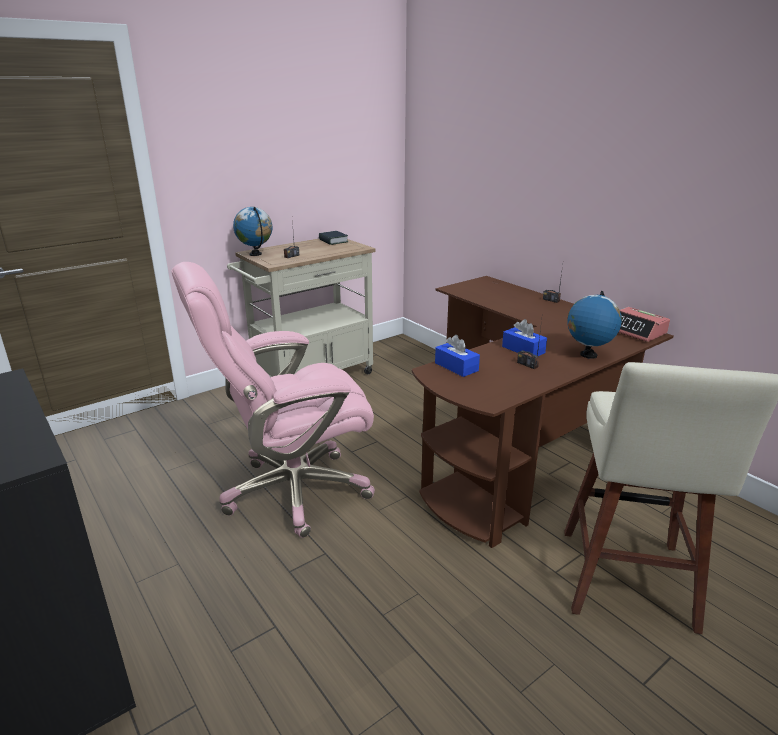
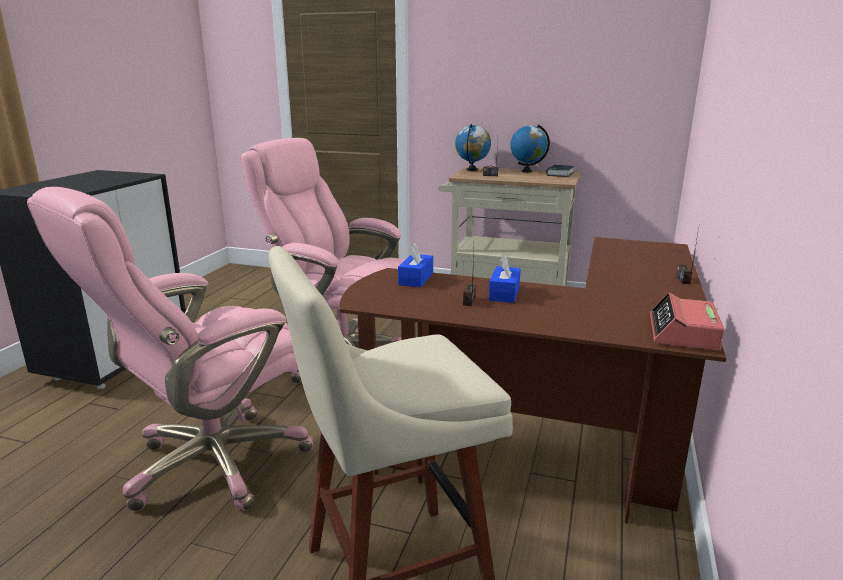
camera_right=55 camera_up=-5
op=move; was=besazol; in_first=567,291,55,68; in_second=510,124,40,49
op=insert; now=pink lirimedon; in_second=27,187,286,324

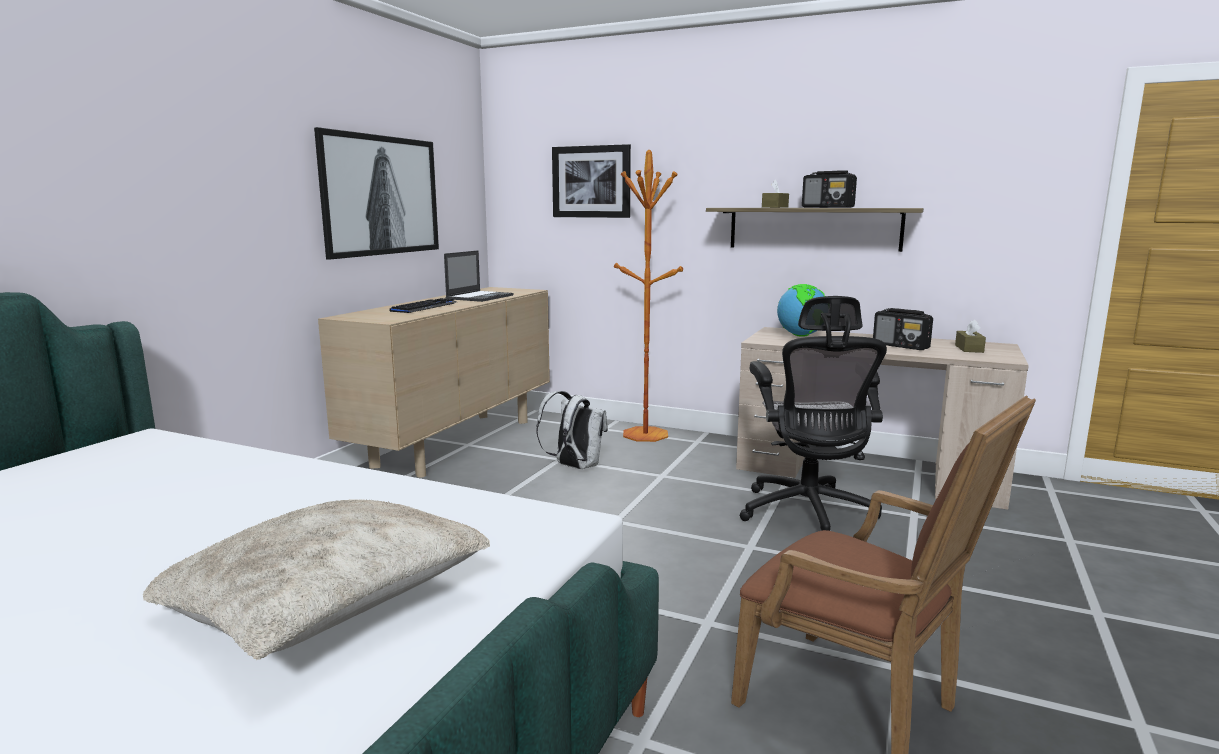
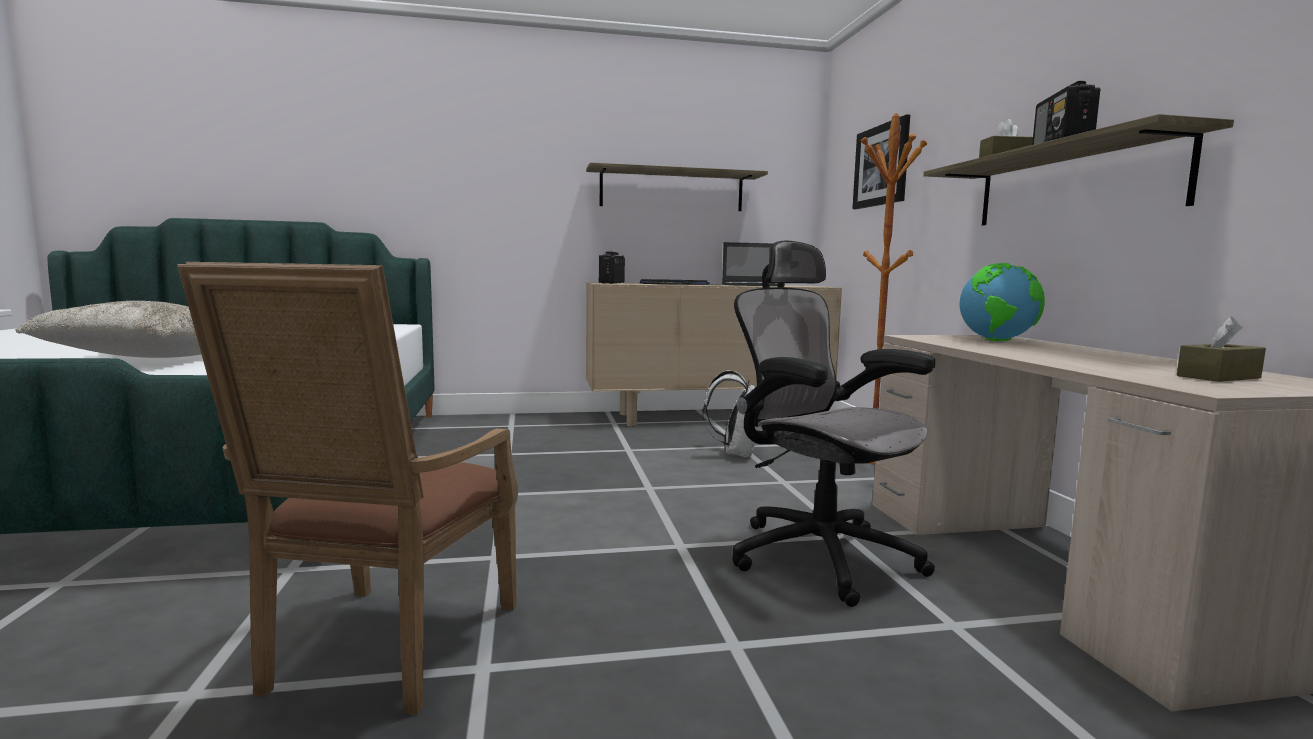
camera_right=55 camera_up=-5
op=replace; was=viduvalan; now=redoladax; in_first=314,127,125,133; in_second=586,162,182,49
op=rotate; was=lirimedon; in_first=740,296,147,235; in_second=733,241,202,366; clockwise=90
op=move; was=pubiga; in_first=873,308,60,42; in_second=598,251,27,33

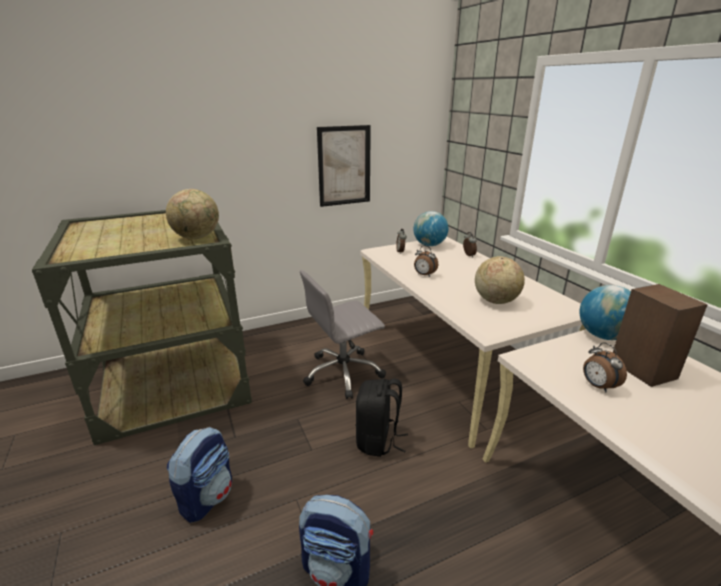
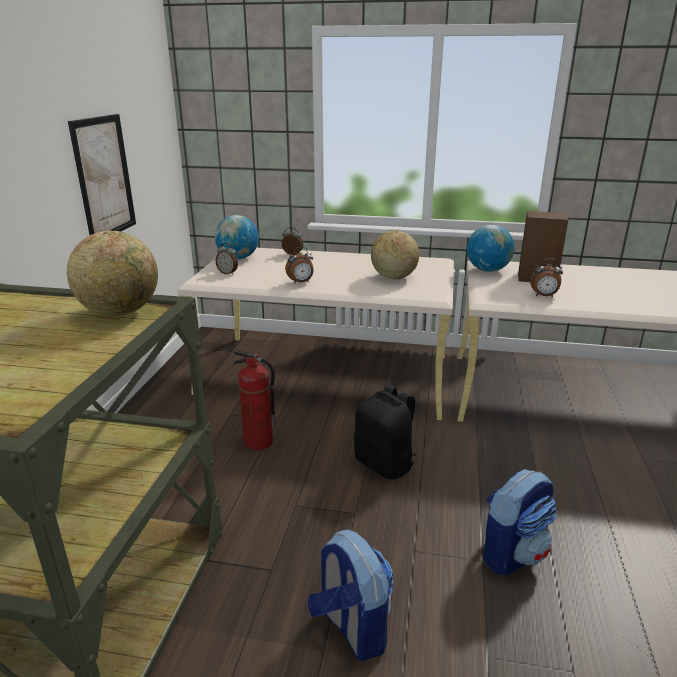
camera_right=-55 camera_up=0
op=replace; was=grey lirimedon; now=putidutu; in_first=300,270,86,129; in_second=233,349,43,102

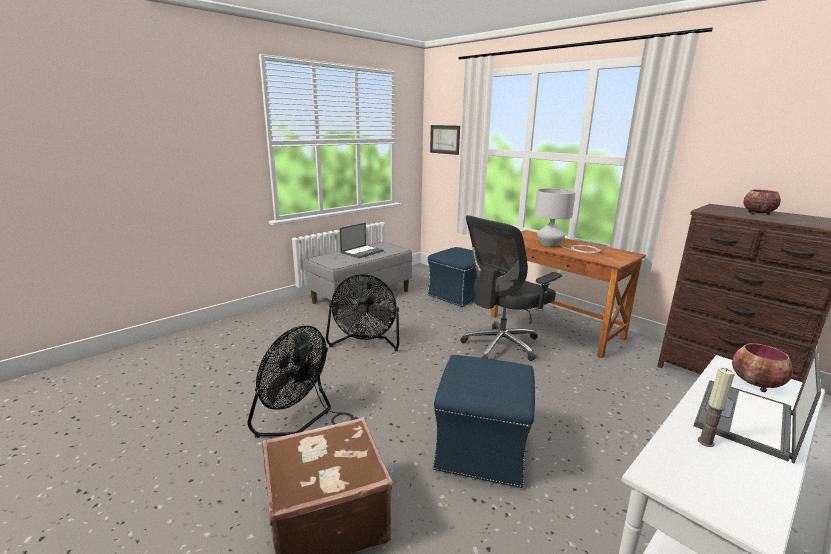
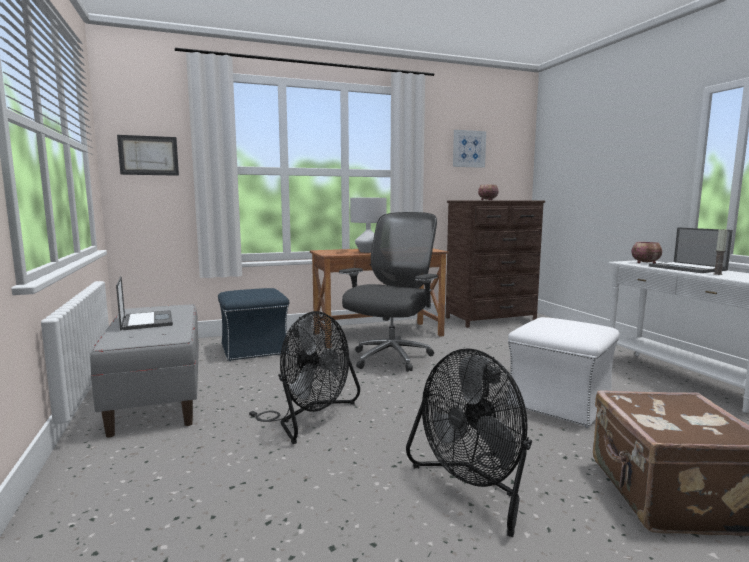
camera_right=-65 camera_up=-10
op=recolor; was=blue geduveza; now=white geduveza; in_first=433,355,102,133; in_second=506,317,114,110
op=rotate; was=lirimedon; in_first=461,215,101,146; in_second=339,212,99,160; clockwise=-135
op=insert; now=viduvalan; in_second=453,130,33,38

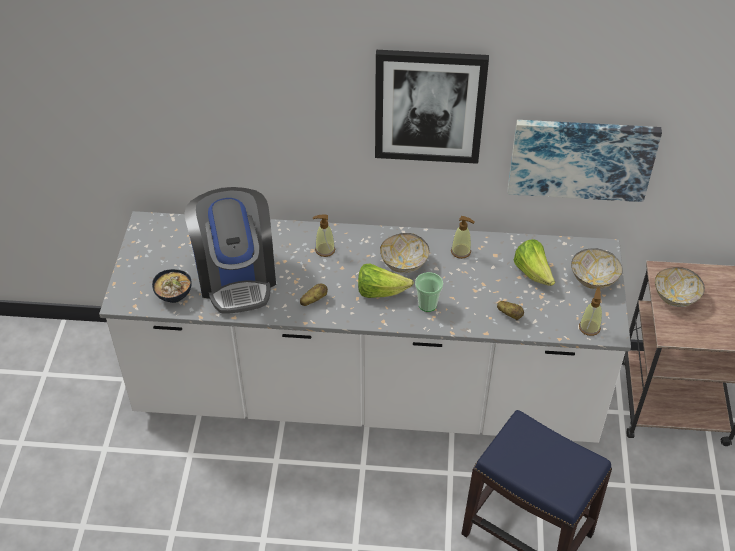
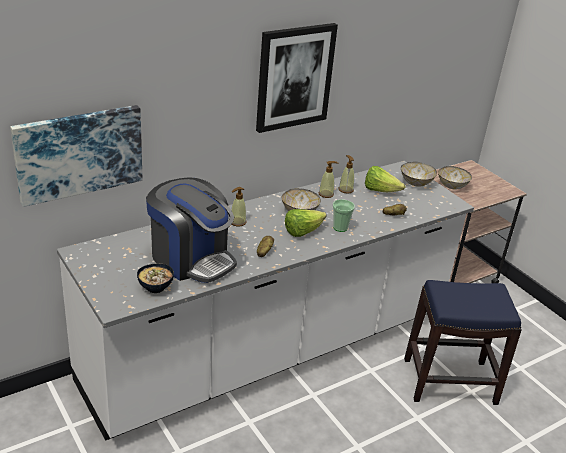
camera_right=-40 camera_up=-15
op=move; was=viduvalan; in_first=508,120,154,82; in_second=10,105,132,102
op=move; was=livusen; in_first=579,287,23,49; in_second=338,155,16,38

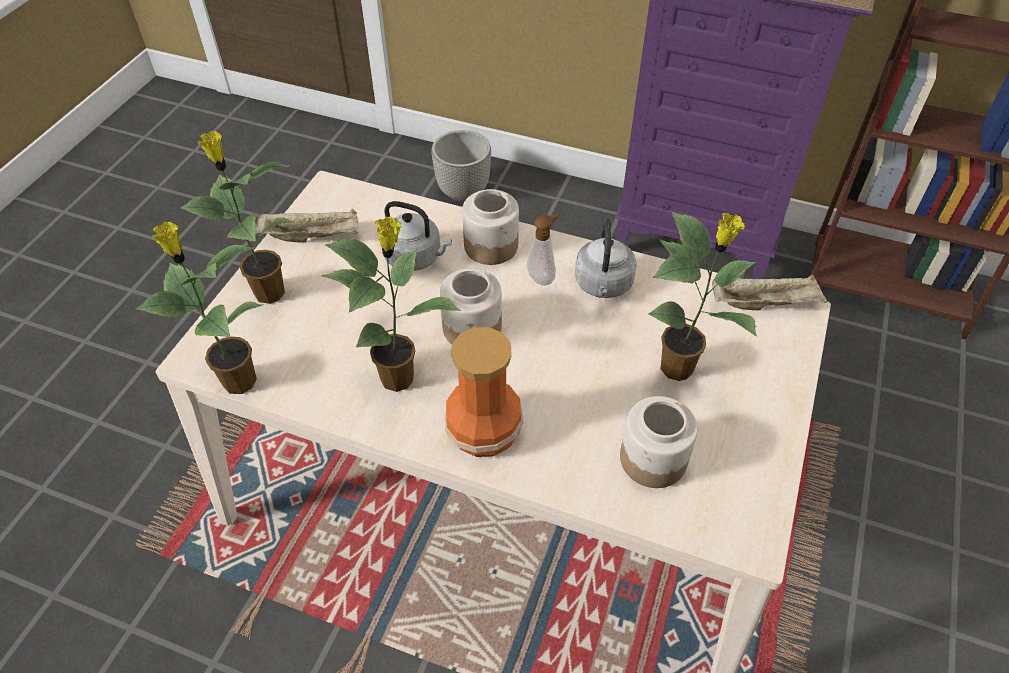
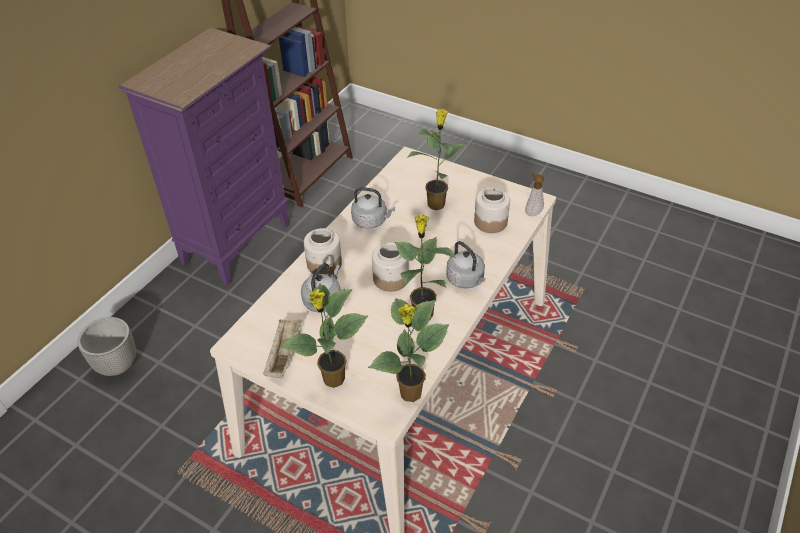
camera_right=-80 camera_up=-5
op=replace; was=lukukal; now=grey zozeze; in_first=444,327,80,130; in_second=446,241,40,48
op=move; was=livusen; in_first=527,213,32,73; in_second=525,172,19,44
op=delete; was=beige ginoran; in_first=712,275,115,35

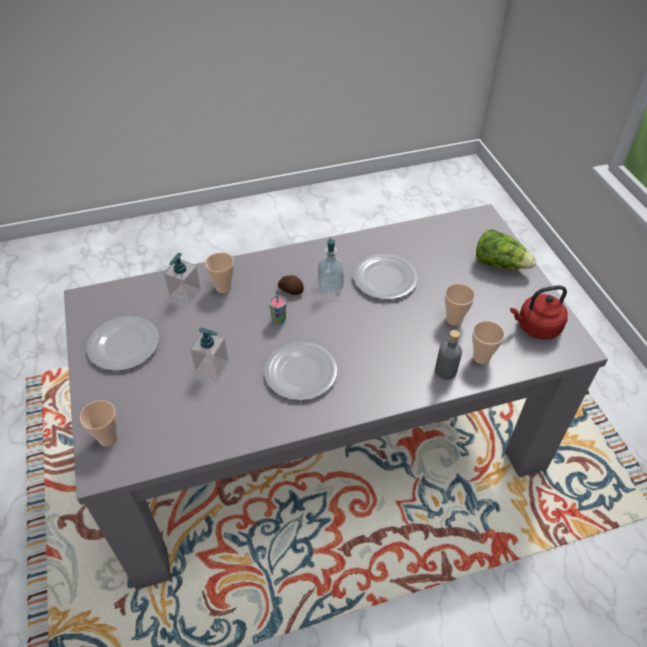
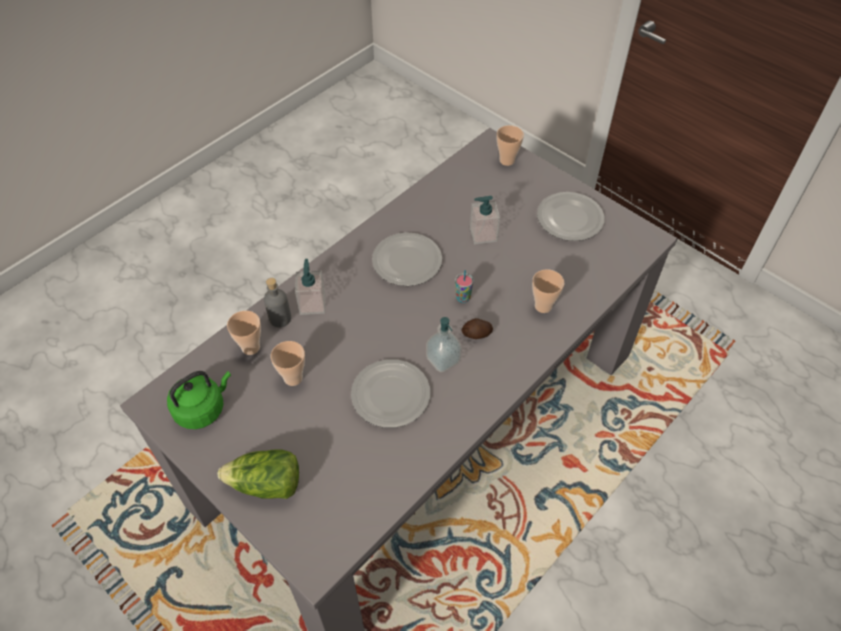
camera_right=150 camera_up=5
op=move; was=livusen; in_first=164,253,37,51; in_second=295,259,30,56
op=recolor; was=red zozeze; now=green zozeze; in_first=510,285,58,54; in_second=167,371,64,58

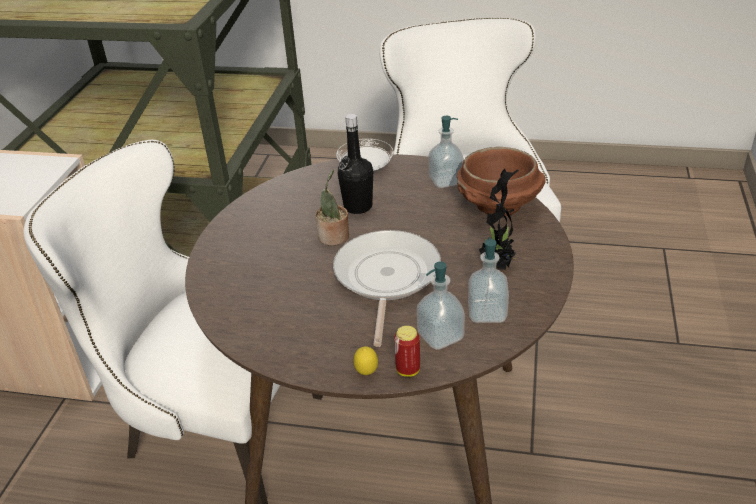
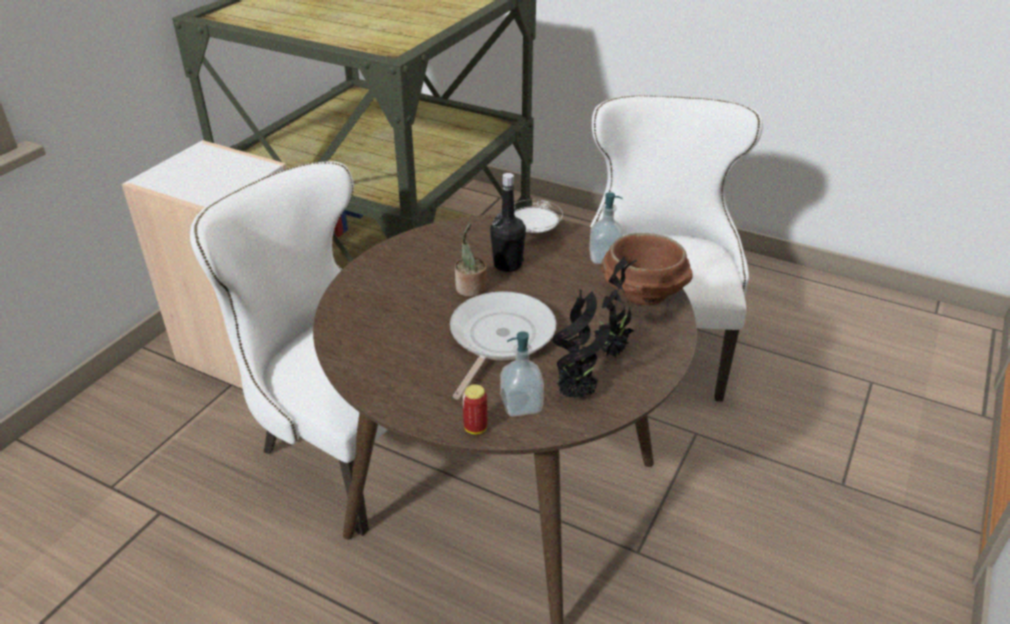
camera_right=15 camera_up=0
op=delete; was=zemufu; in_first=354,346,24,29
op=replace; was=livusen; now=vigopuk; in_first=468,237,41,86; in_second=552,290,59,109

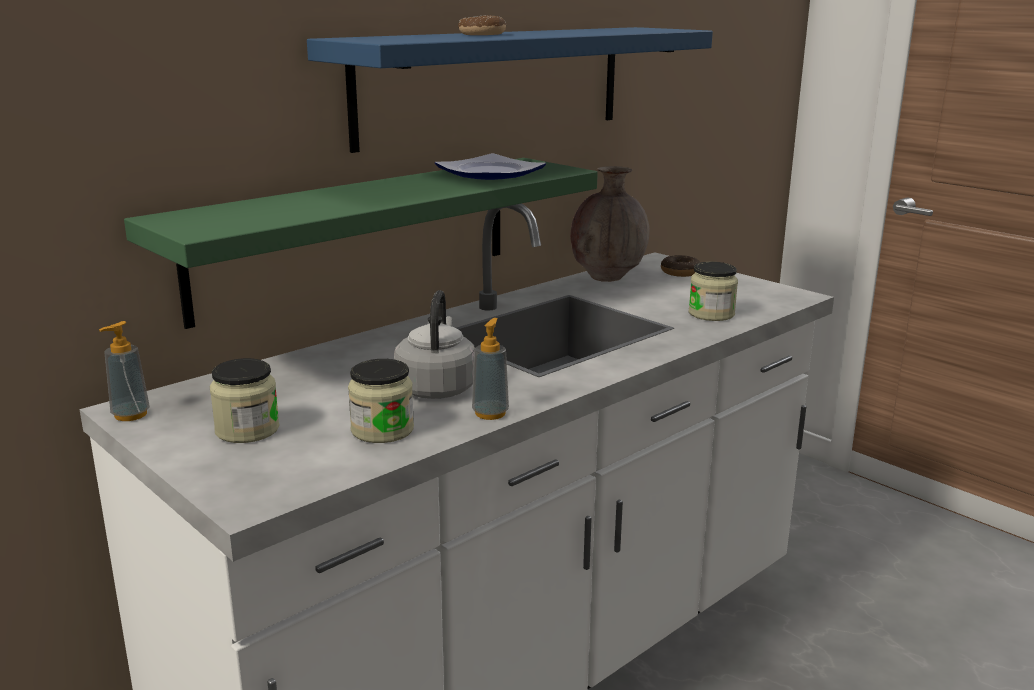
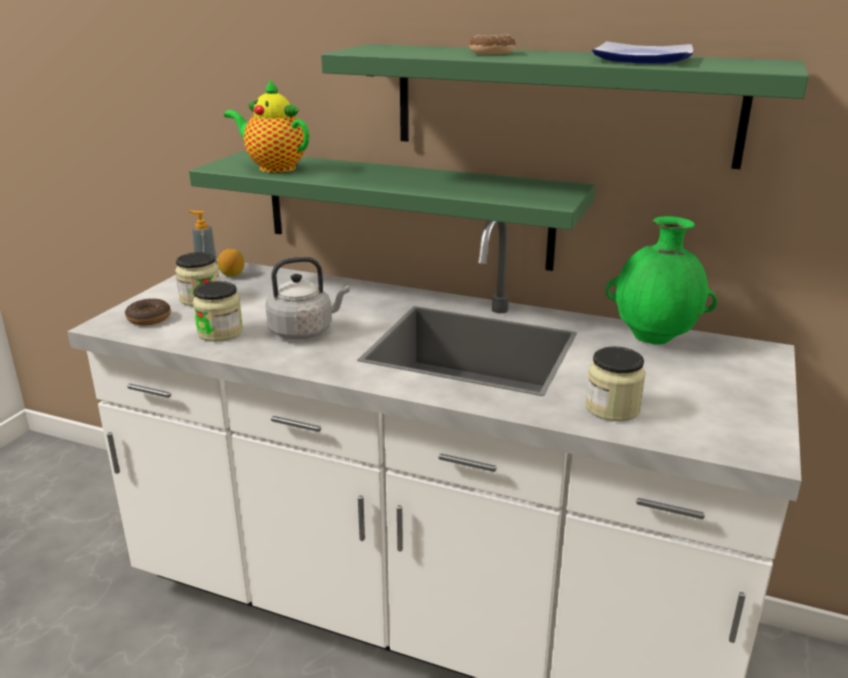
camera_right=65 camera_up=5
op=recolor; was=blue redoladax; now=green redoladax; in_first=307,27,406,126; in_second=321,44,488,125
op=move; was=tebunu; in_first=435,153,111,27; in_second=592,42,101,22
op=delete; was=livusen; in_first=472,318,37,102
op=recolor; was=brown lukukal; now=green lukukal; in_first=570,166,80,116; in_second=606,216,111,129
op=move; was=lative; in_first=661,255,39,22; in_second=125,299,46,26
op=insert; now=zemufu; in_second=218,249,26,28
op=insert; now=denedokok; in_second=224,79,85,94

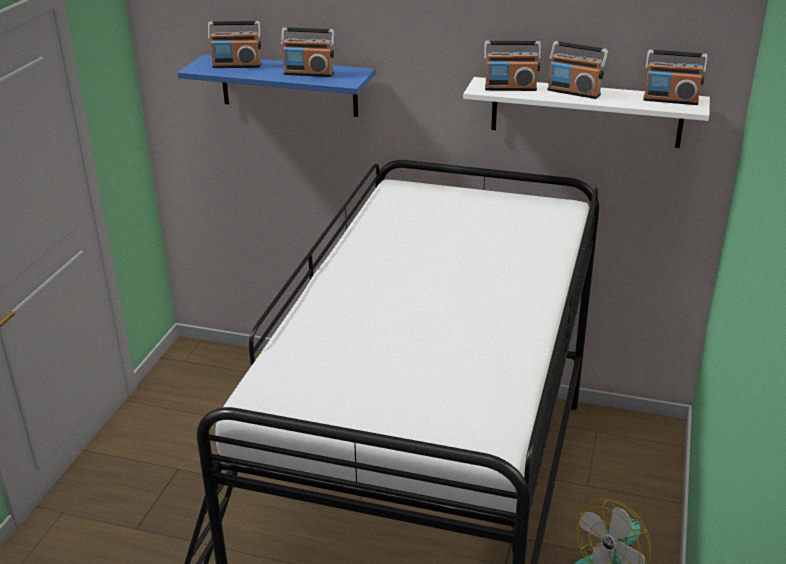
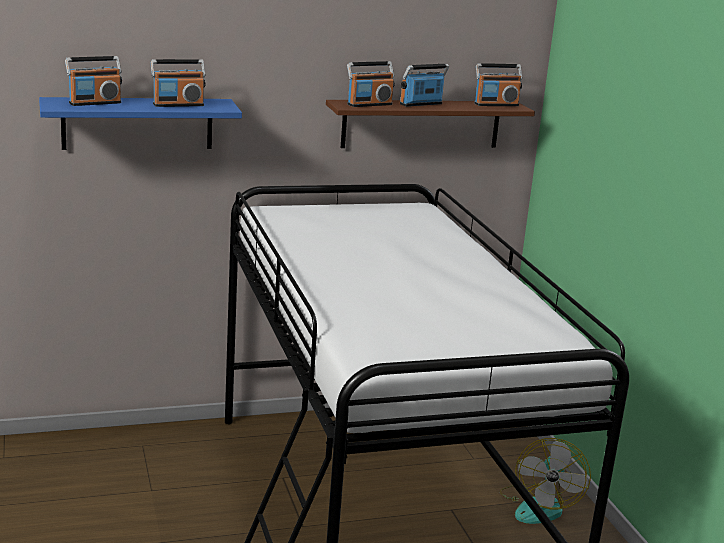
camera_right=-35 camera_up=-10
op=recolor; was=white redoladax; now=brown redoladax; in_first=463,77,247,71; in_second=326,100,209,48
op=rotate; was=pubiga; in_first=548,41,60,58; in_second=400,64,49,43; clockwise=150

